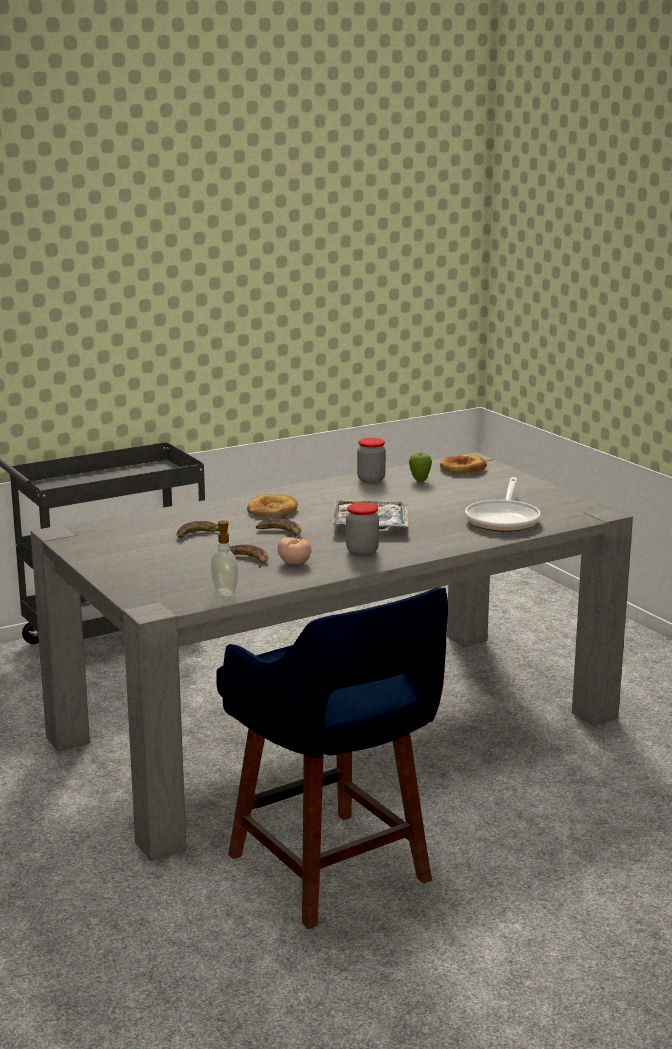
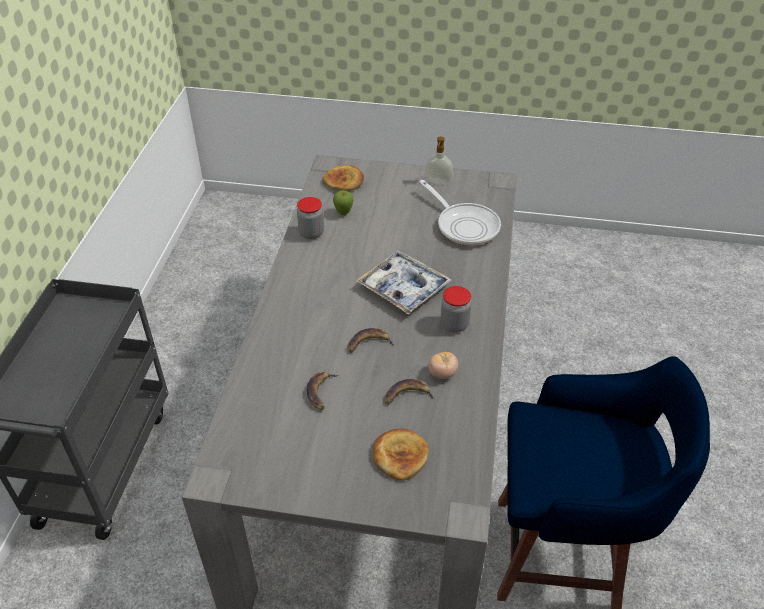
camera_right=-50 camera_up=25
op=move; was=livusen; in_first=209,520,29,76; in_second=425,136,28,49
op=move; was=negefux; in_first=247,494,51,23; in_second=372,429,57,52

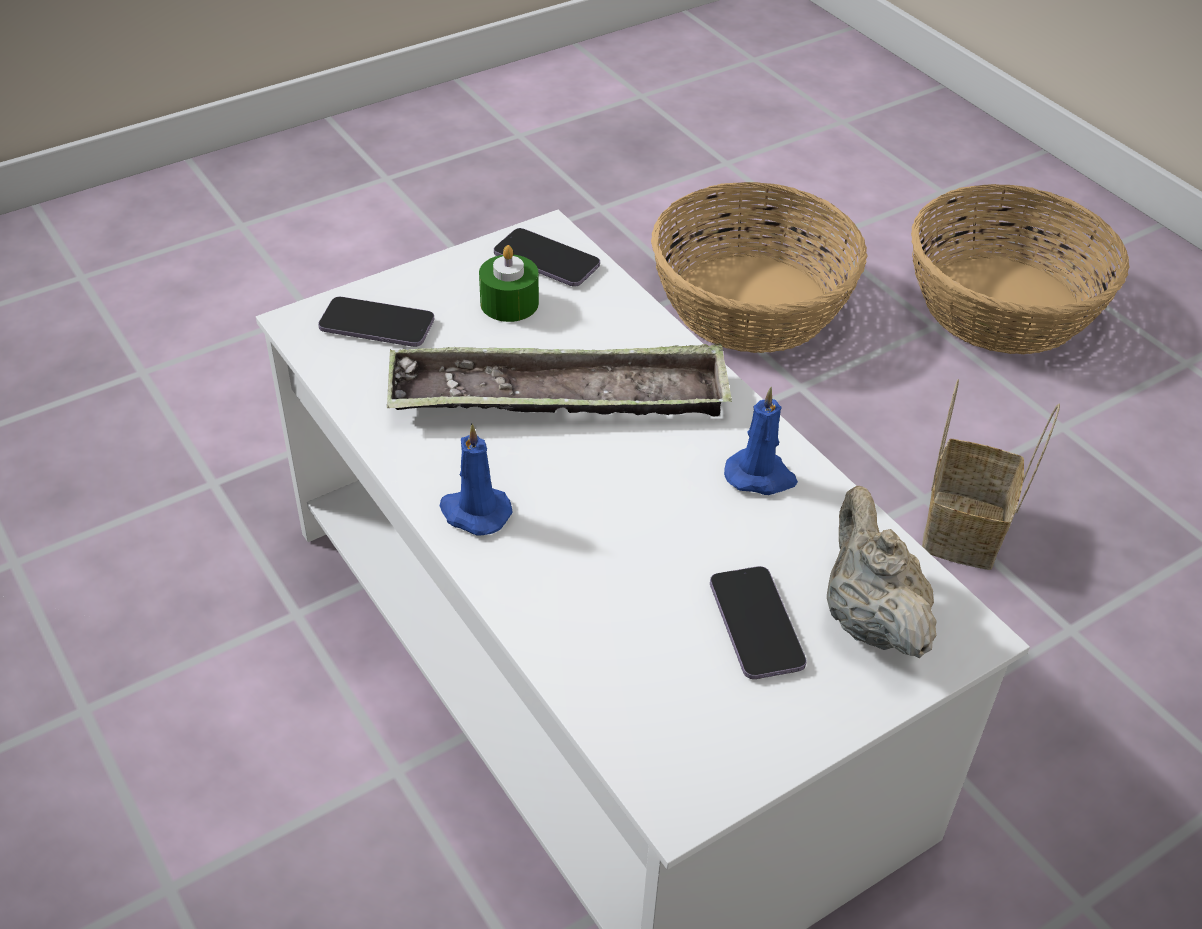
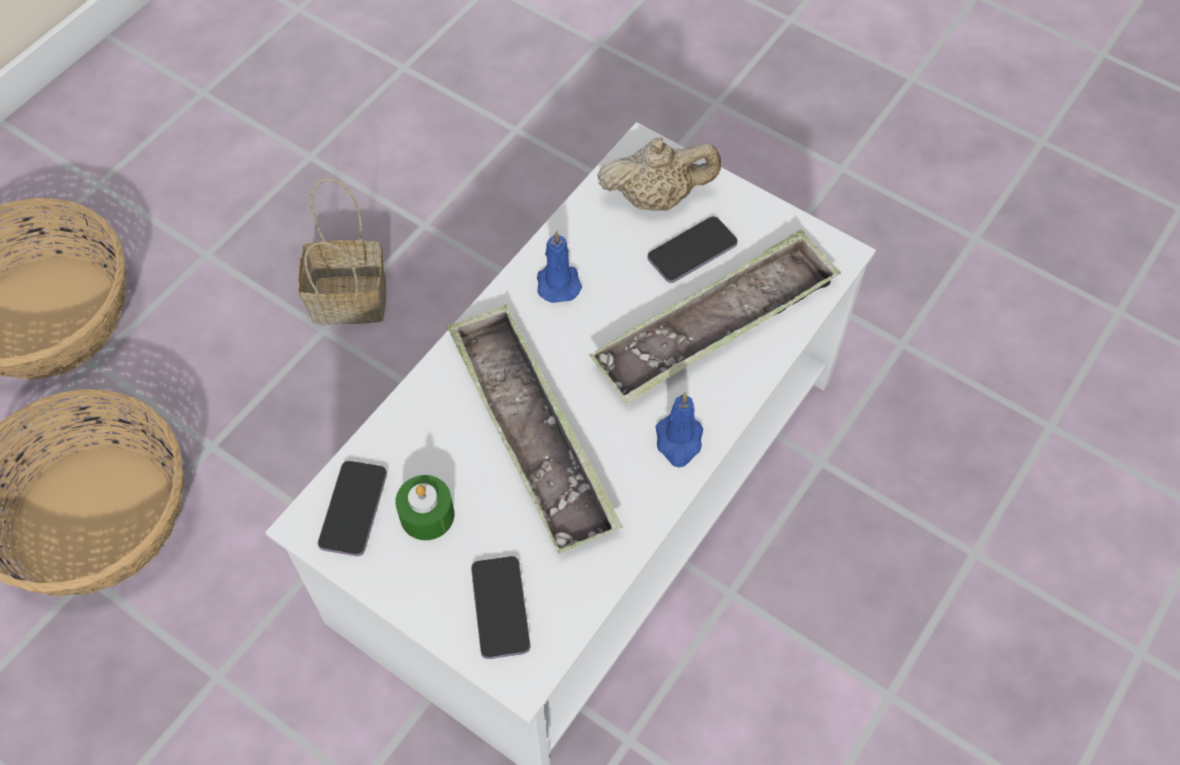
camera_right=-110 camera_up=15
op=rotate; was=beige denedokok; in_first=827,486,110,172; in_second=597,137,124,74; clockwise=-150
op=insert; now=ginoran; in_second=589,229,252,175

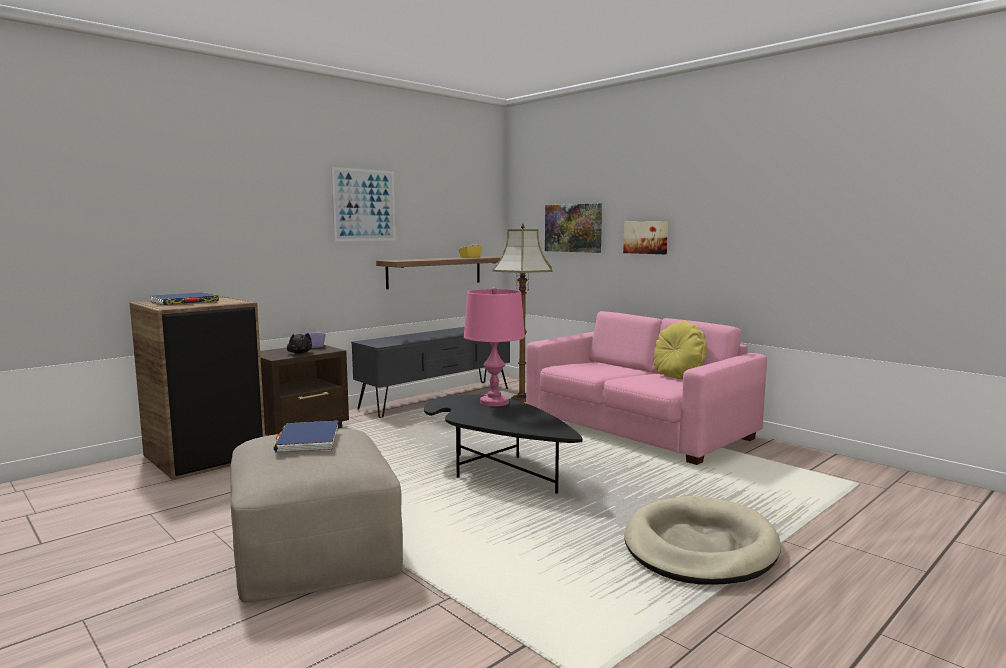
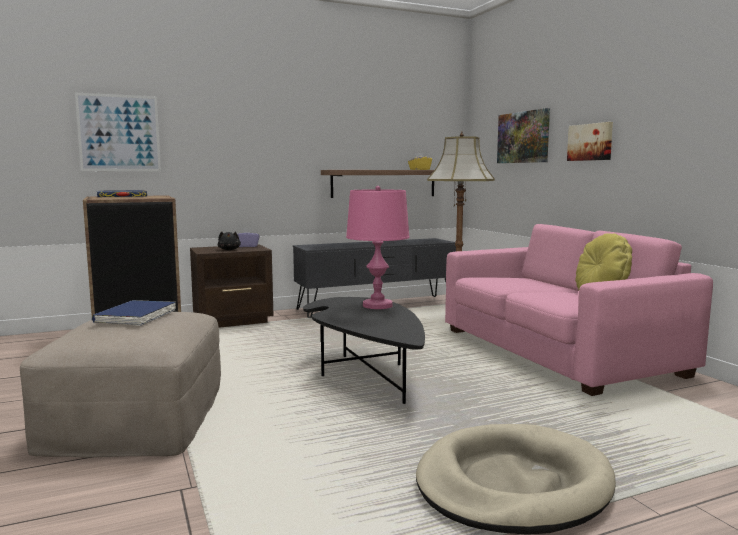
camera_right=20 camera_up=0
op=move; was=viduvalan; in_first=331,167,64,74; in_second=75,93,86,78

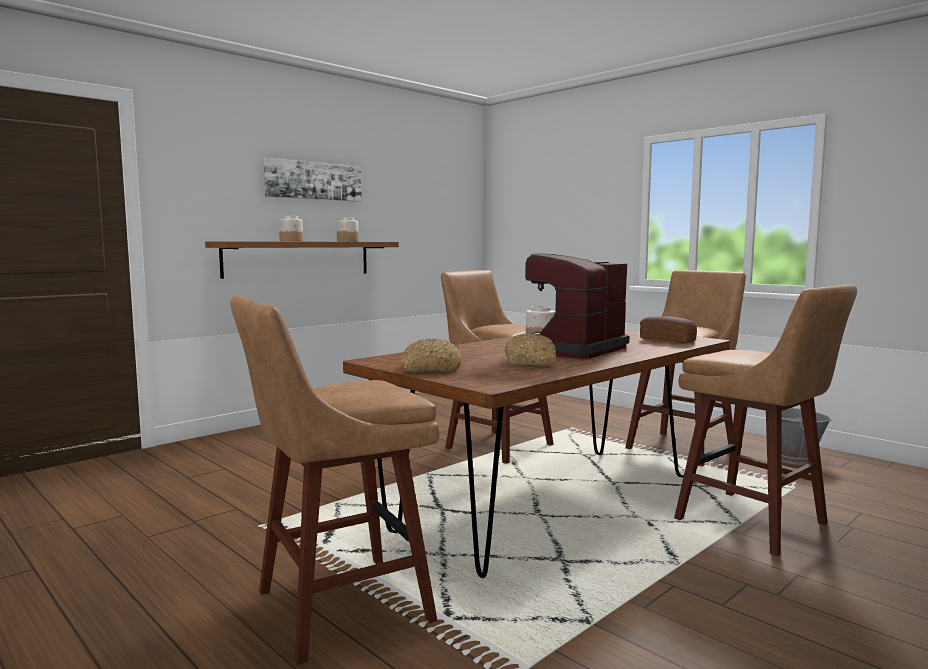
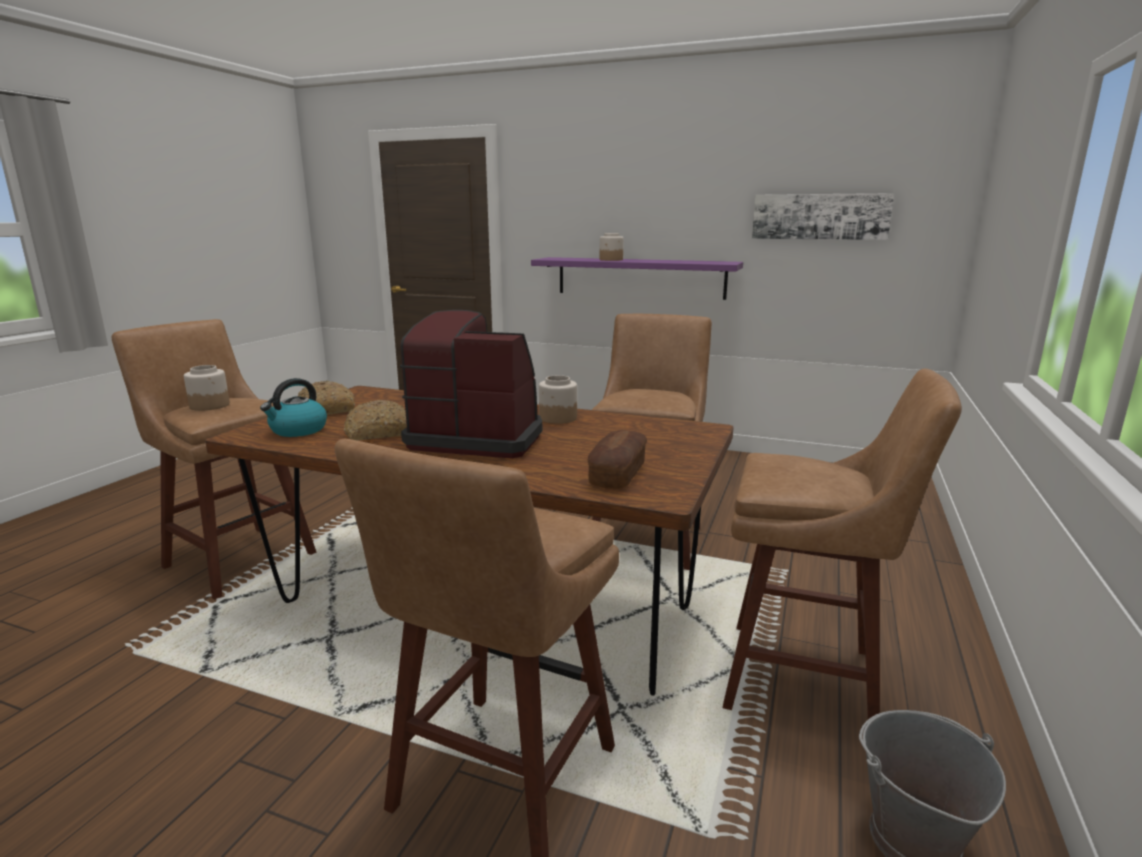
camera_right=65 camera_up=10
op=recolor; was=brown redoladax; now=purple redoladax; in_first=205,241,194,38; in_second=531,257,212,43
op=move; was=viduvalan; in_first=264,157,98,45; in_second=752,193,142,47
op=move; was=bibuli; in_first=336,217,23,24; in_second=184,365,46,46
op=insert; now=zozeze; in_second=260,378,67,59

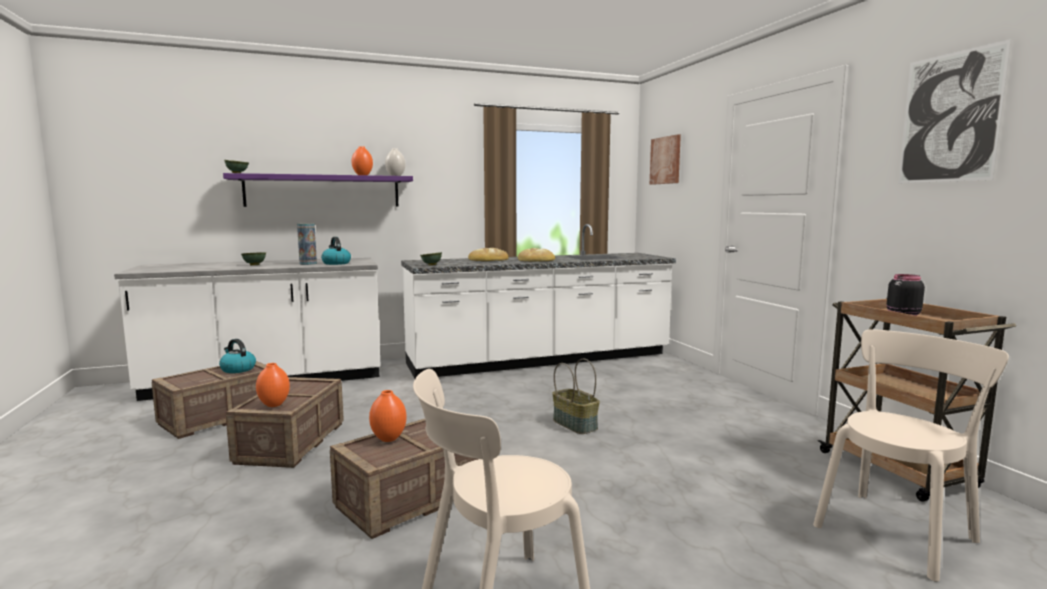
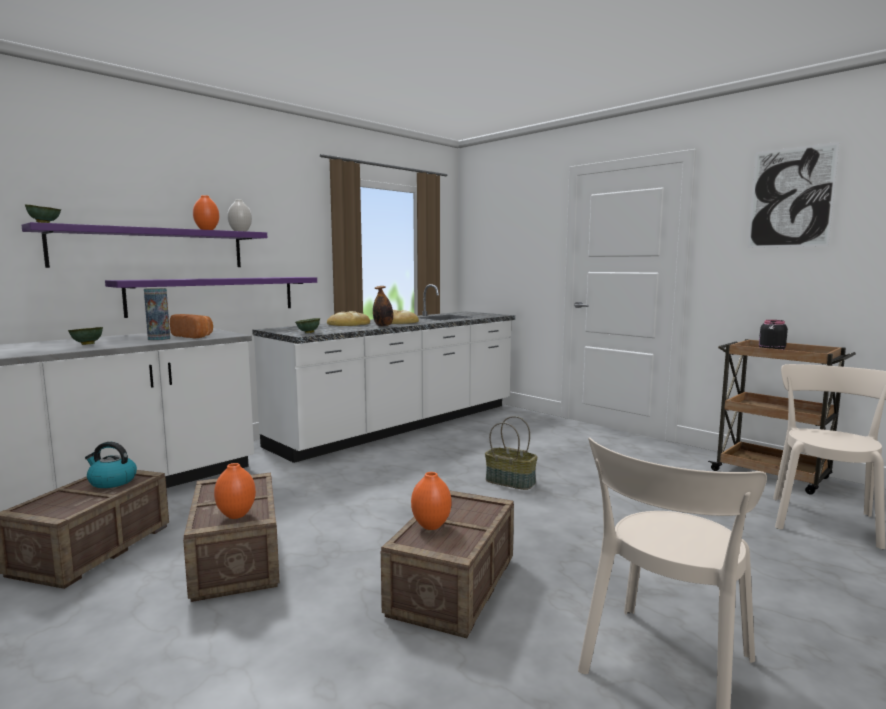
camera_right=-25 camera_up=0
op=replace; was=zozeze; now=negefux; in_first=321,237,30,28; in_second=170,314,43,24
op=delete; was=viduvalan; in_first=650,134,31,51
op=insert; now=purple redoladax; in_second=105,277,212,41
op=insert; now=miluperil; in_second=373,286,20,40

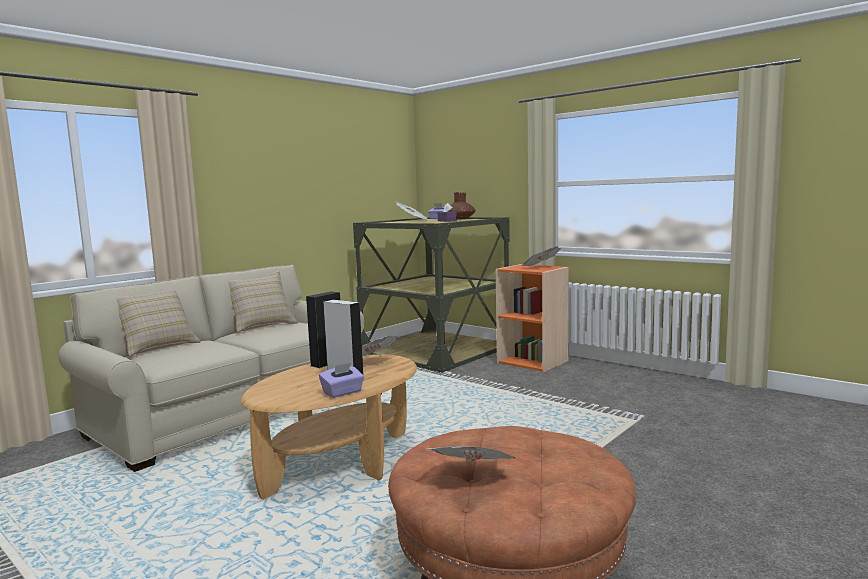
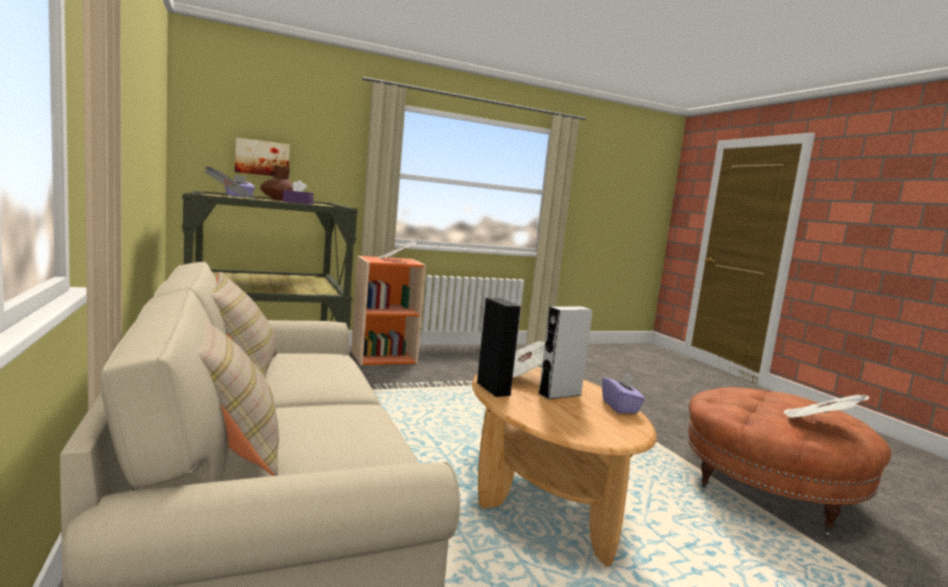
camera_right=-65 camera_up=0
op=insert; now=viduvalan; in_second=235,138,55,38

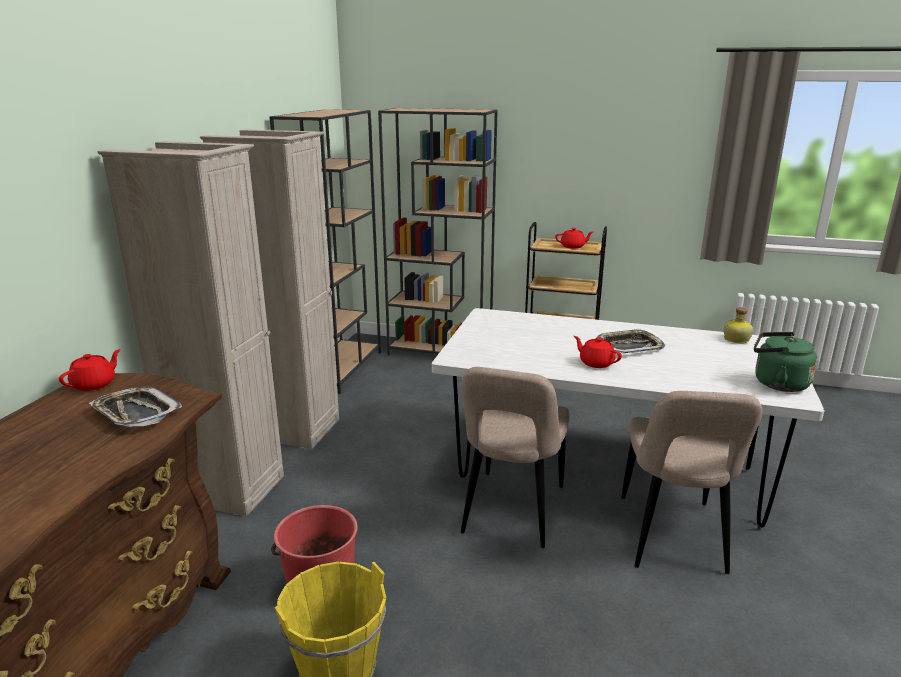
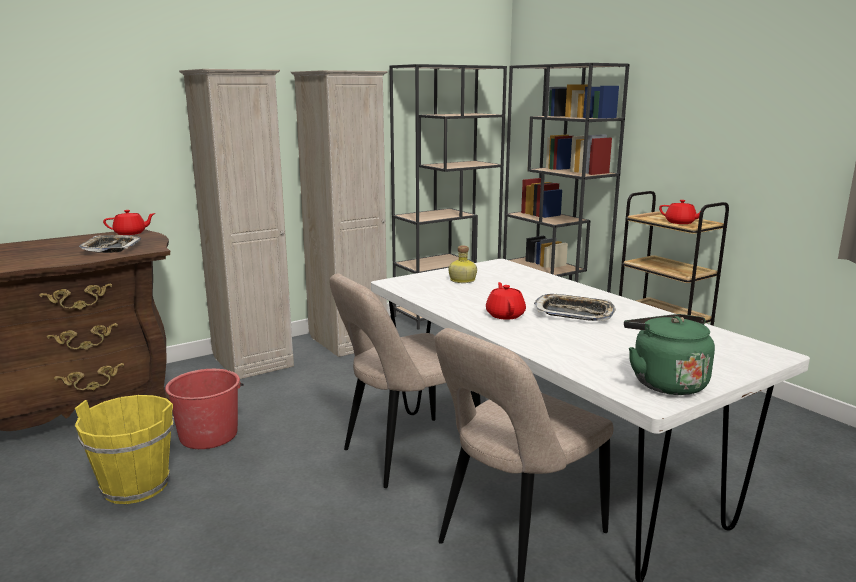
camera_right=40 camera_up=-5
op=move; was=miluperil; in_first=724,307,29,36; in_second=449,245,28,38

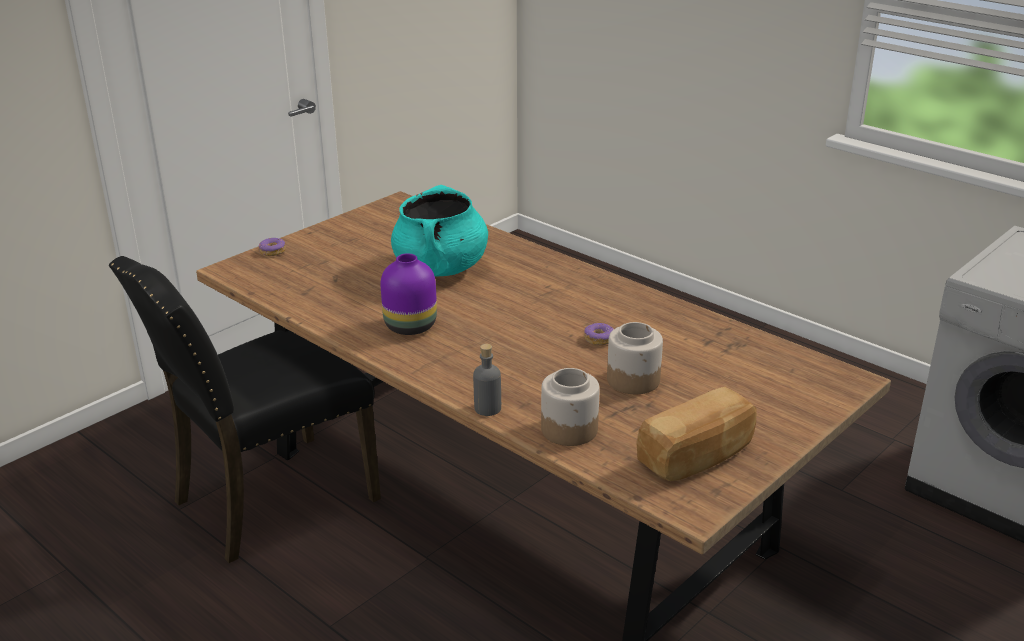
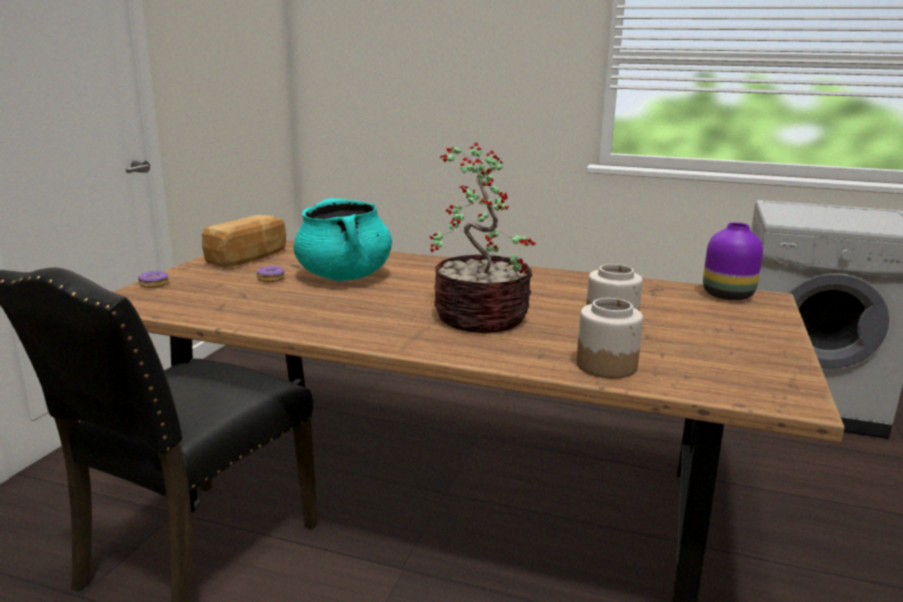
camera_right=-25 camera_up=-10
op=move; was=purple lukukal; in_first=381,253,56,82; in_second=703,222,60,78
op=delete; was=grey miluperil; in_first=473,344,28,72
op=move; was=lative; in_first=584,323,30,22; in_second=257,265,28,17
op=move; was=negefux; in_first=636,387,121,94; in_second=202,215,84,52
op=insert; now=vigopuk; in_second=429,142,107,191

